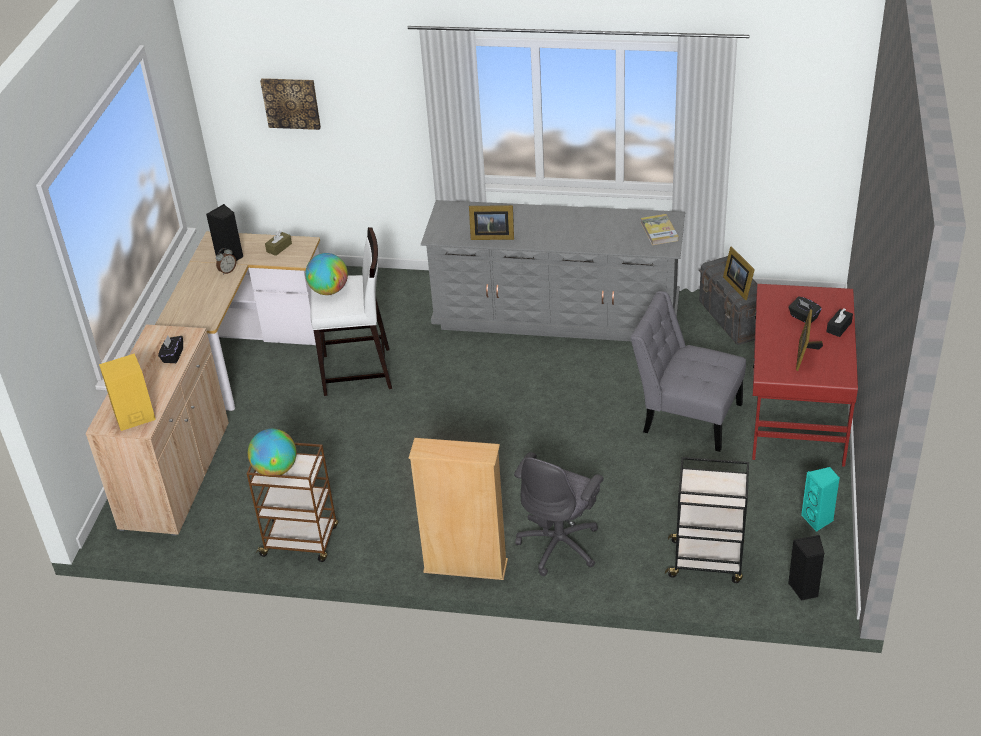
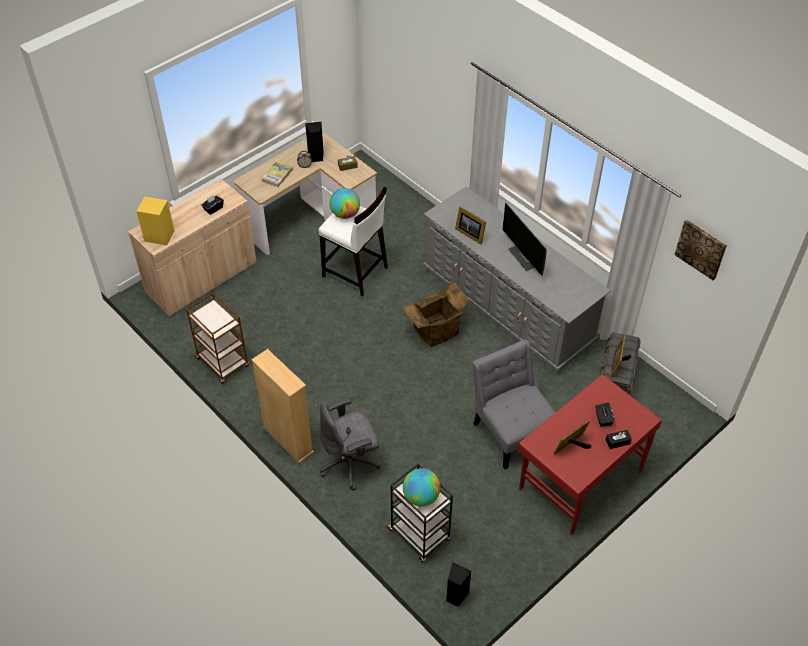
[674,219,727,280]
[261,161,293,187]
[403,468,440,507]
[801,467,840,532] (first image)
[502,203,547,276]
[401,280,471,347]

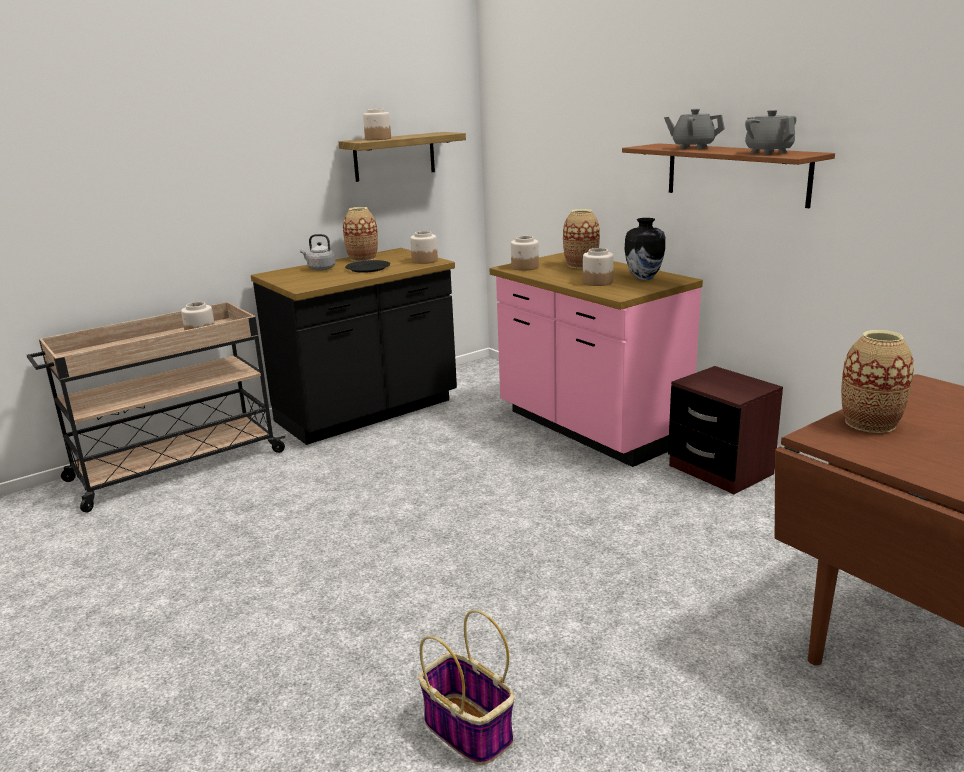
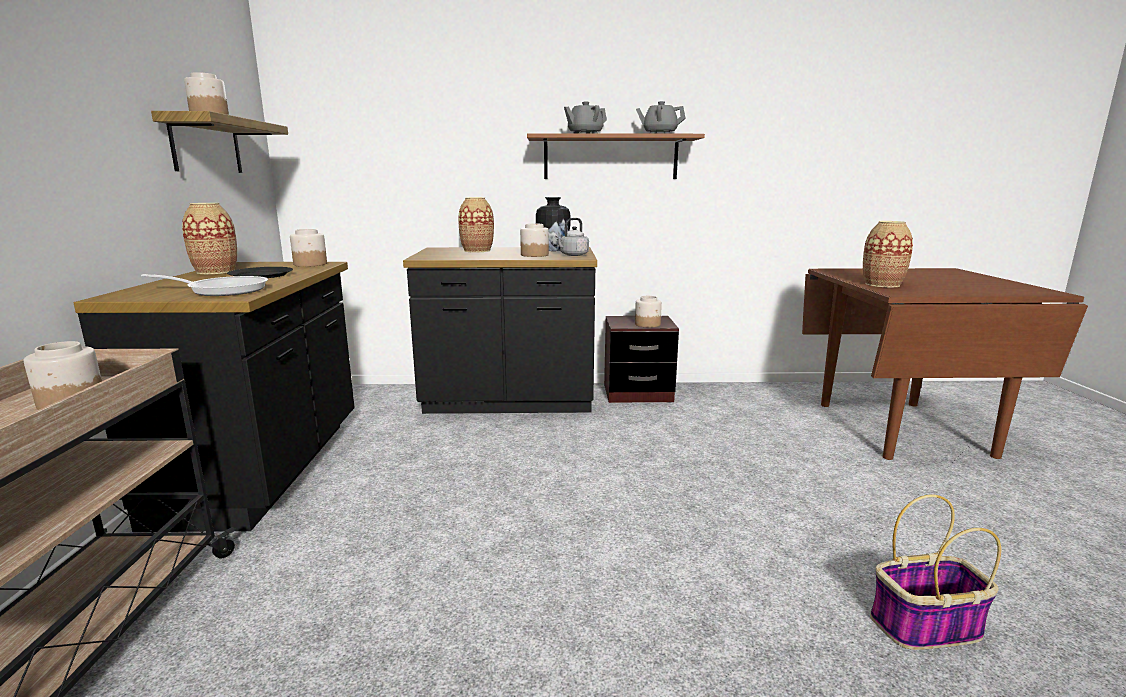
[555,218,589,256]
[635,296,662,327]
[403,247,597,414]
[141,274,268,296]

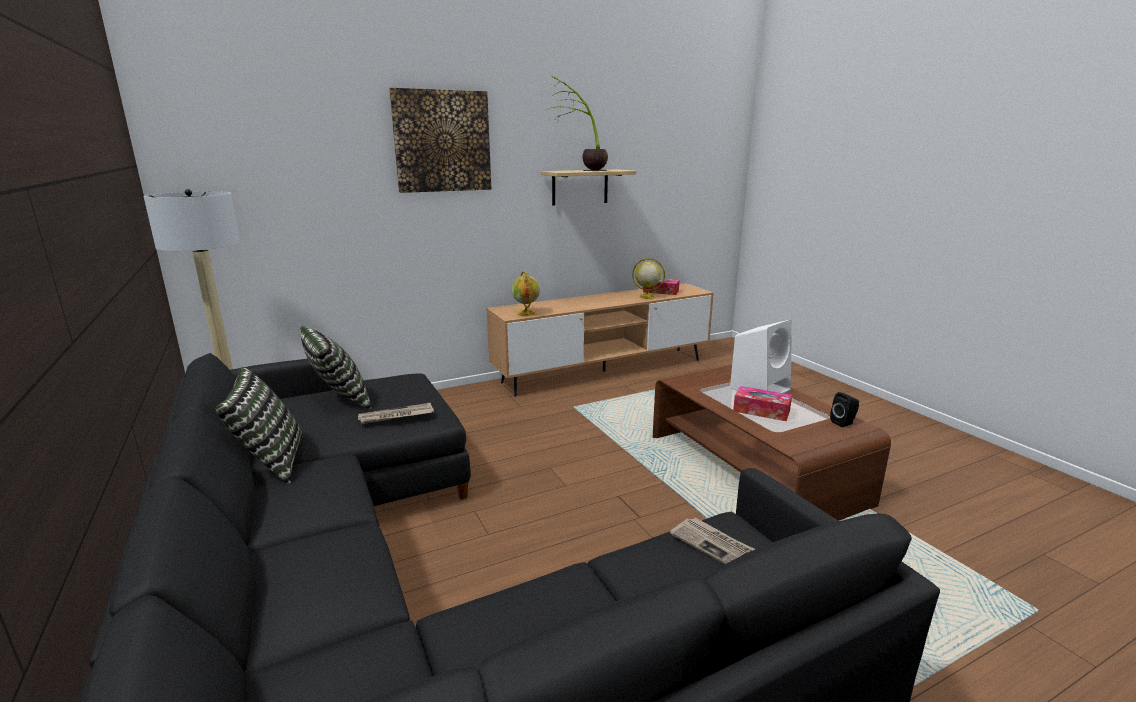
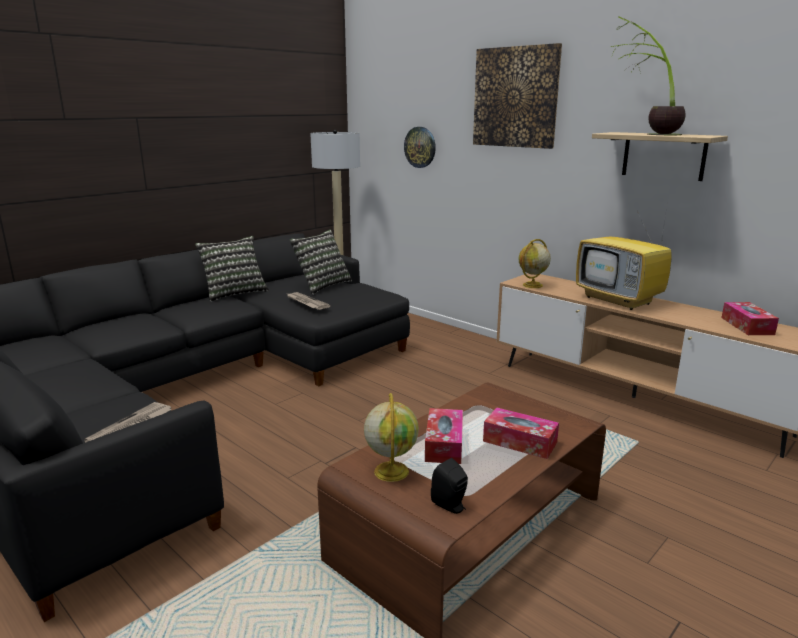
[364,393,419,482]
[483,407,559,459]
[404,127,436,168]
[576,207,672,310]

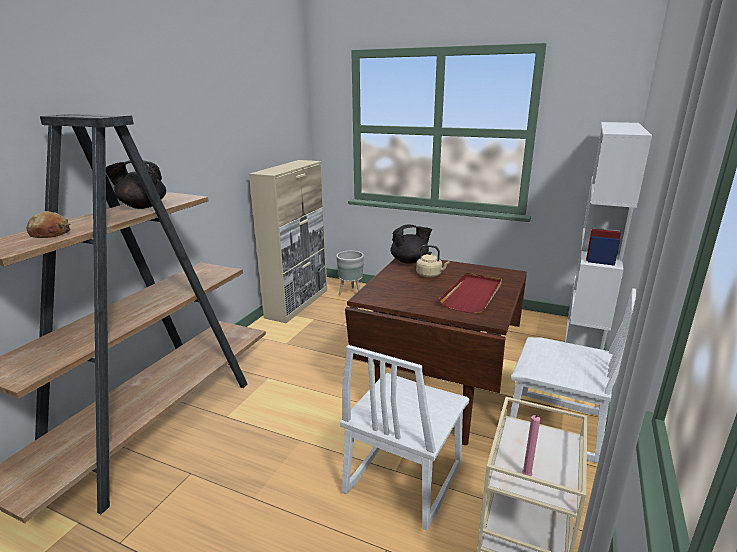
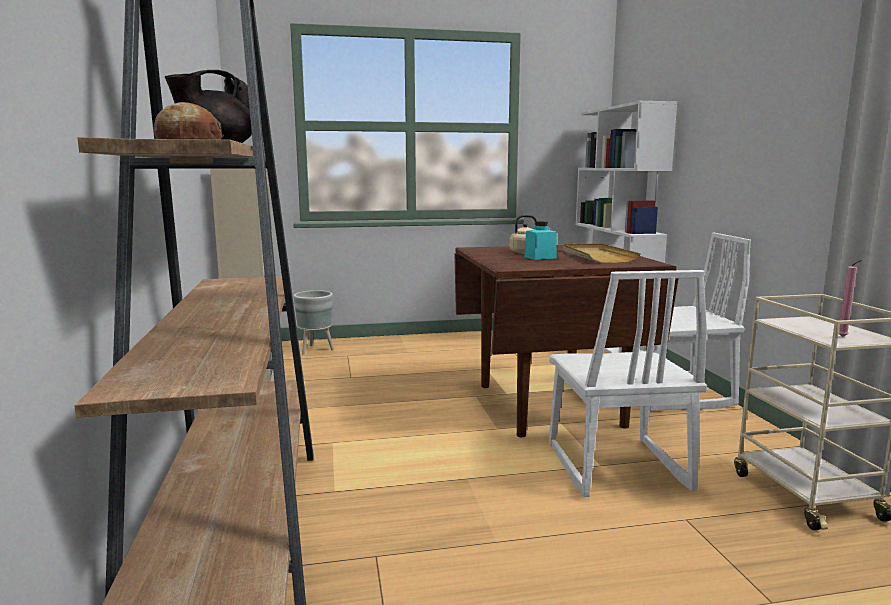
[391,224,432,264] (first image)
[563,243,641,263]
[524,221,557,260]

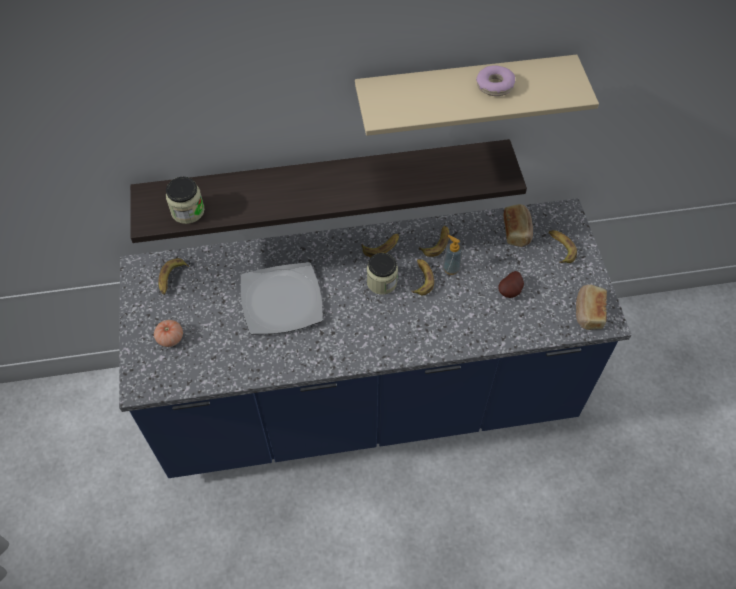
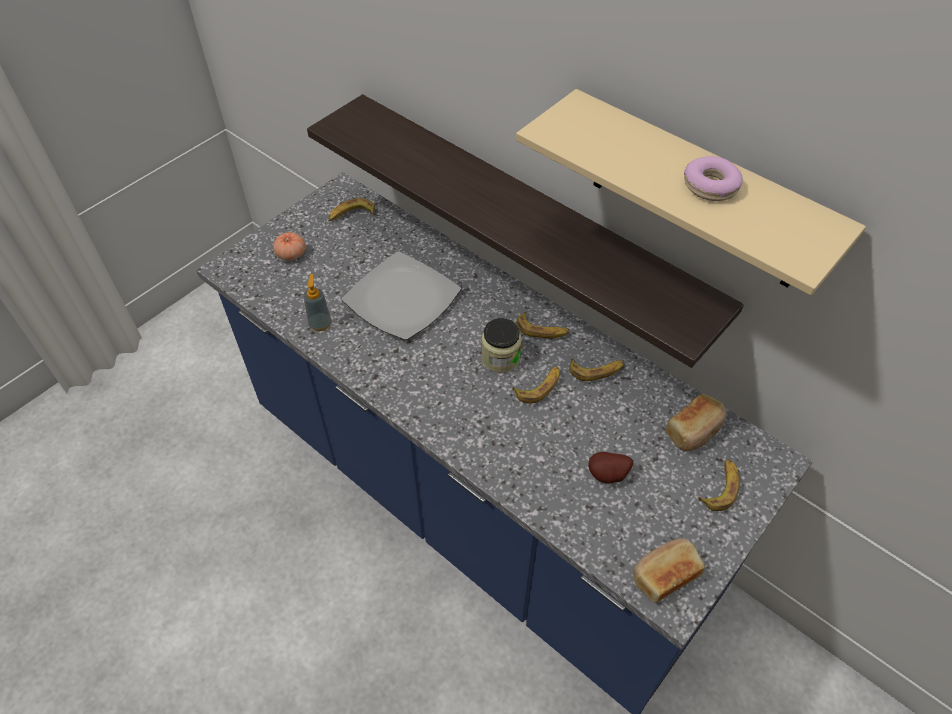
[166,177,205,224] (first image)
[303,274,331,331]

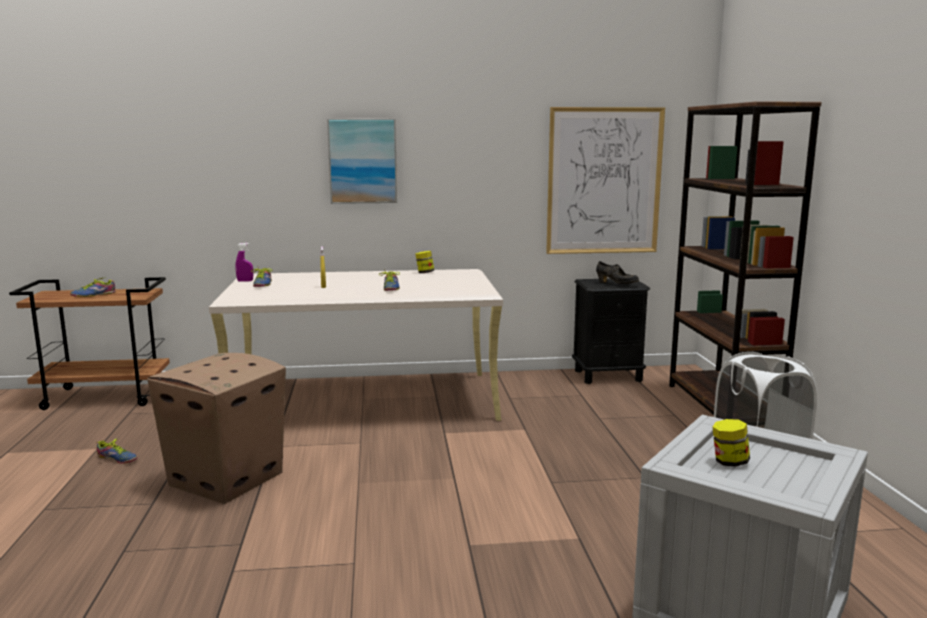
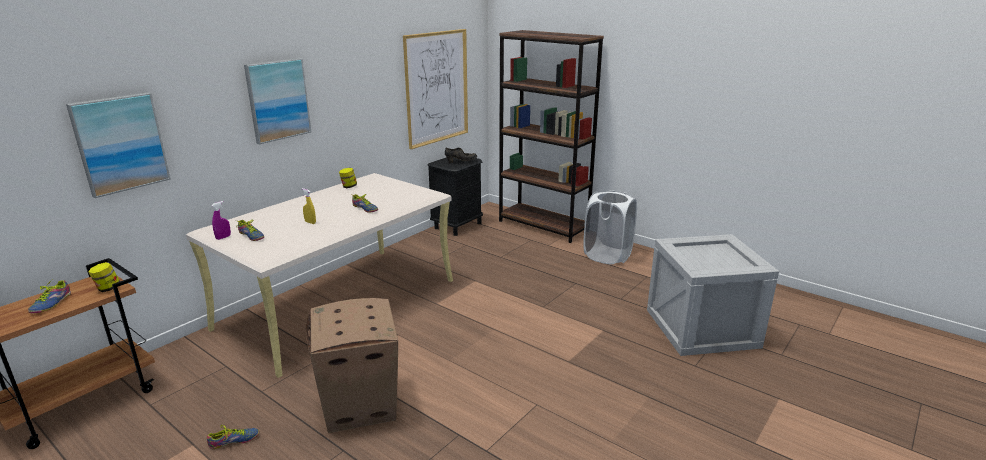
[88,262,120,292]
[66,92,171,198]

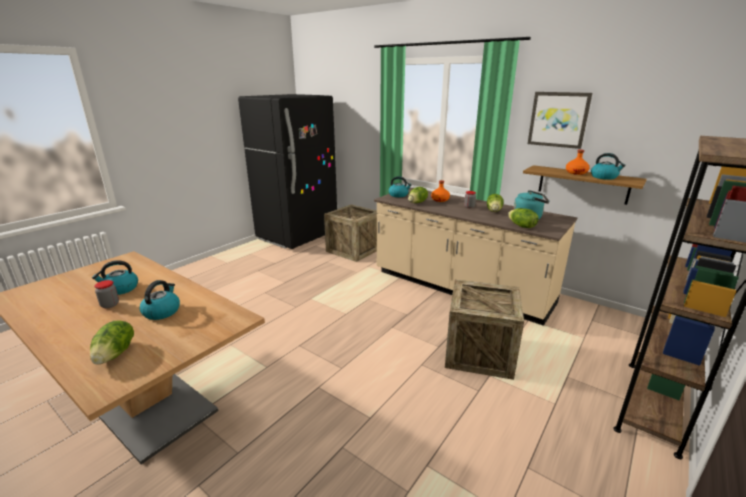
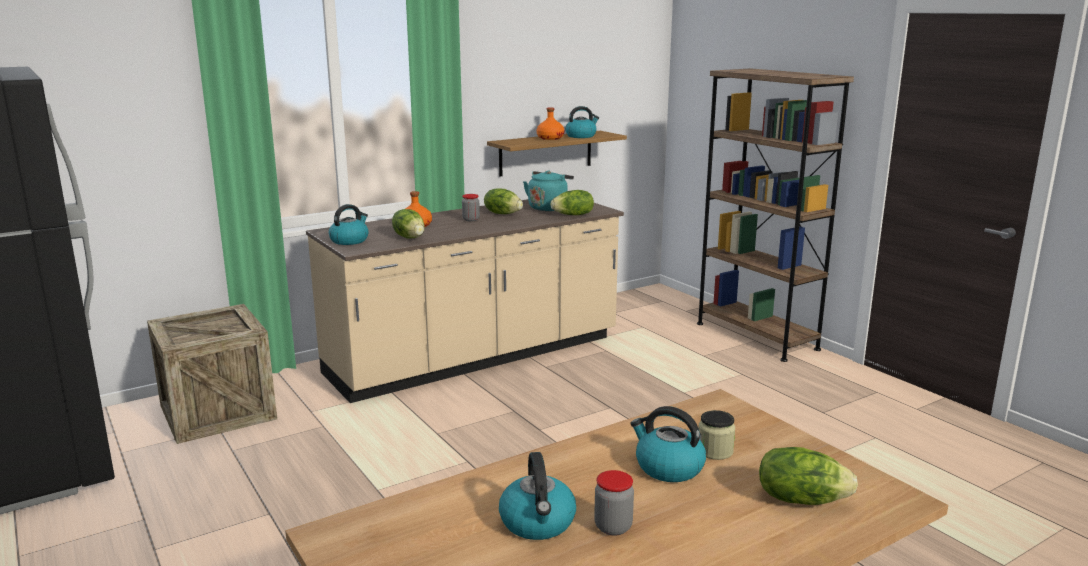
[528,92,592,149] (first image)
[445,280,524,380] (first image)
[699,410,735,460]

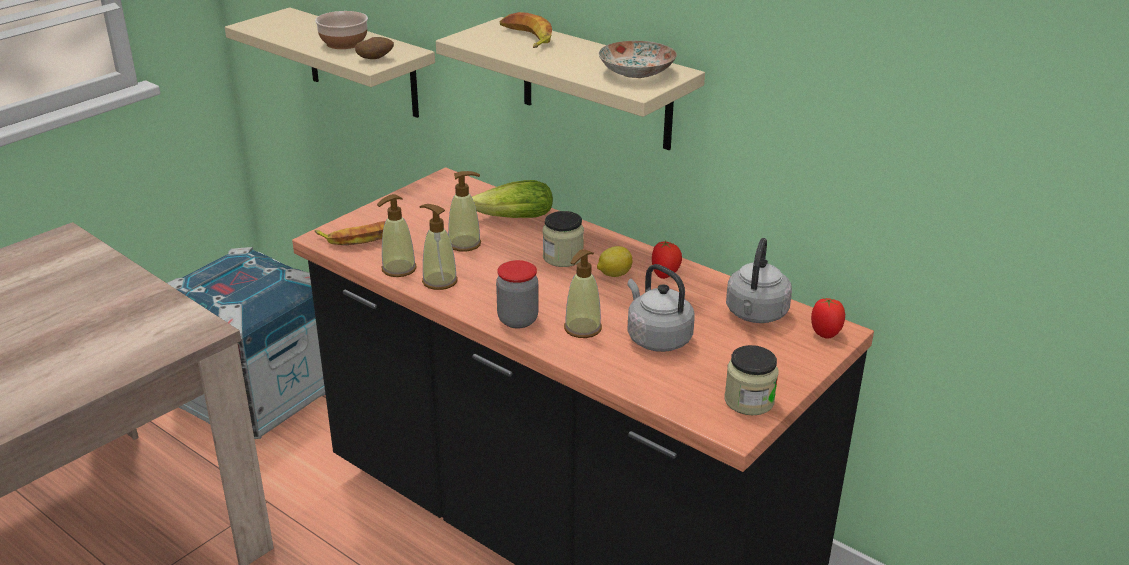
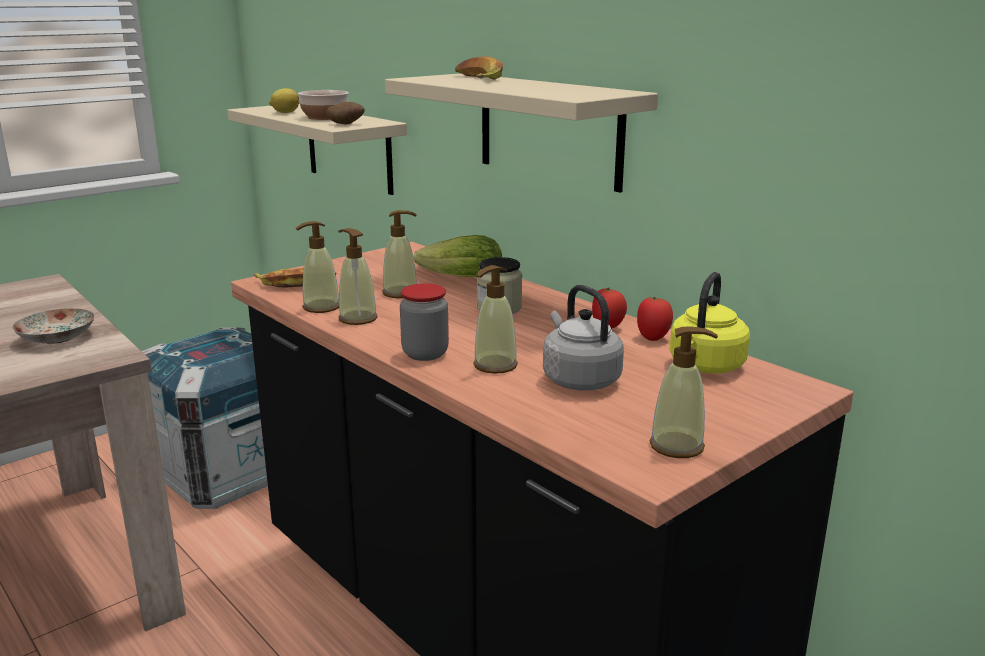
[12,308,95,344]
[670,272,750,373]
[269,88,299,113]
[637,297,673,341]
[650,326,718,458]

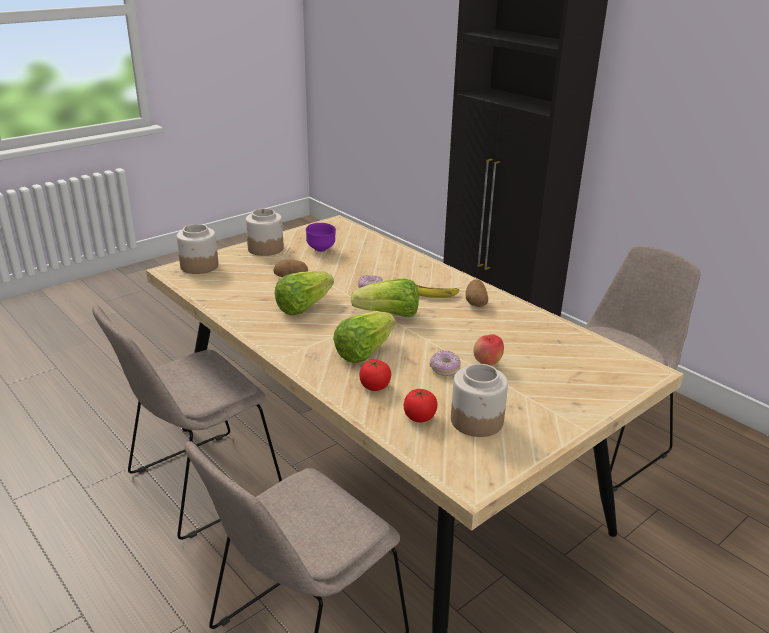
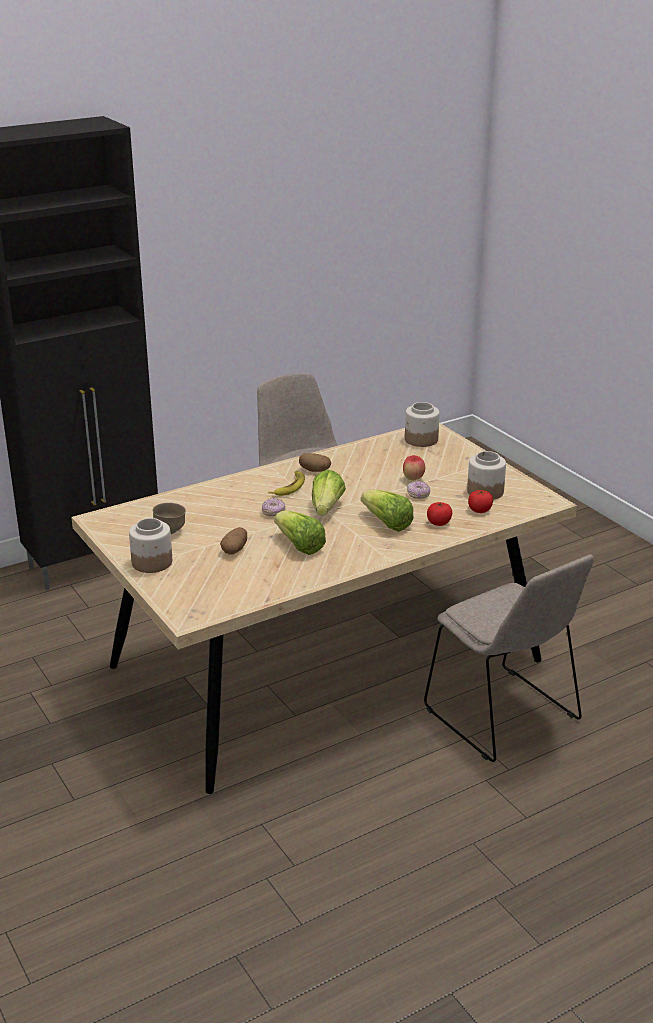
[153,503,186,534]
[405,402,440,447]
[92,305,282,540] (first image)

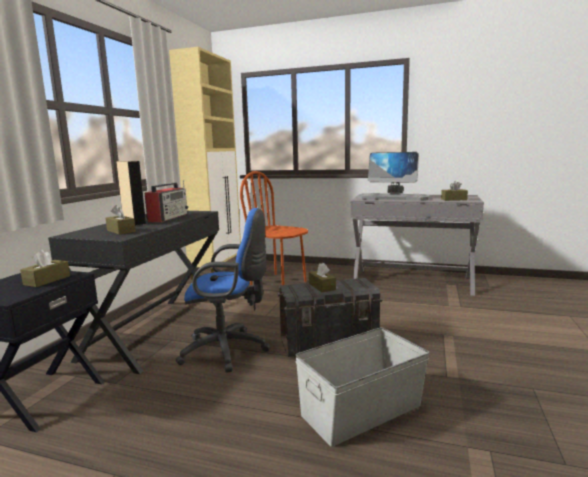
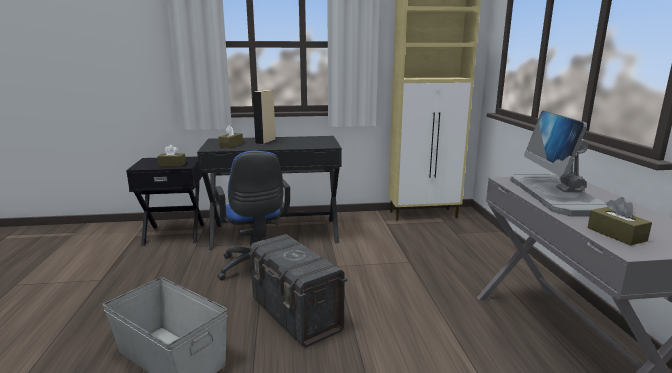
[240,171,308,285] (first image)
[145,180,188,222] (first image)
[309,263,336,292] (first image)

